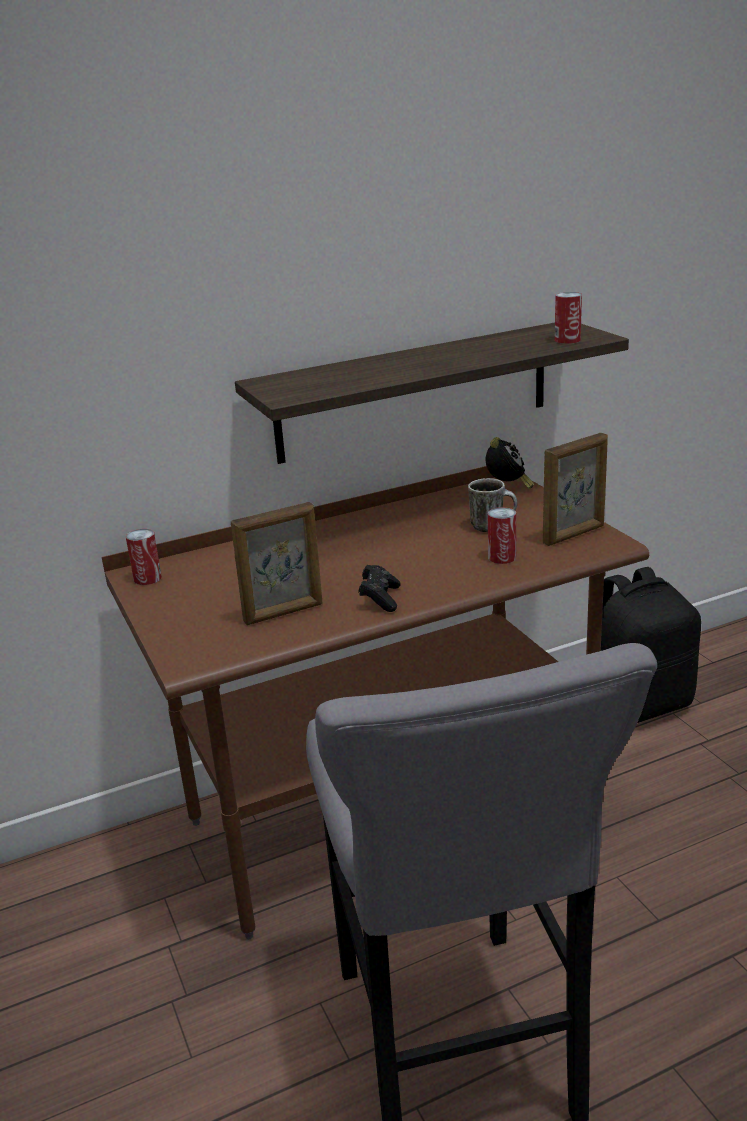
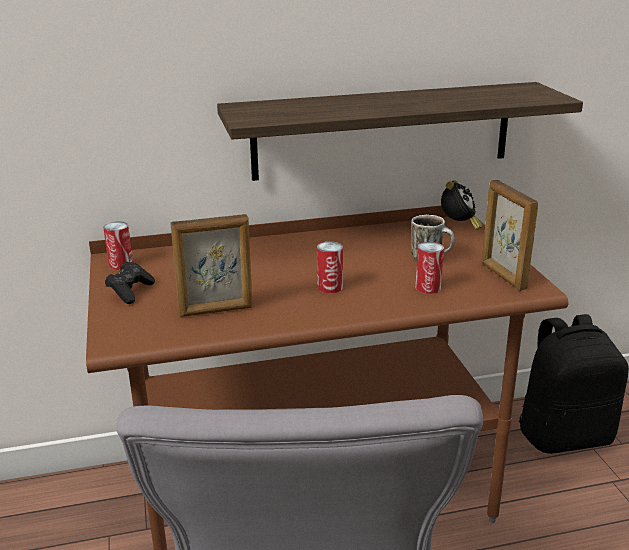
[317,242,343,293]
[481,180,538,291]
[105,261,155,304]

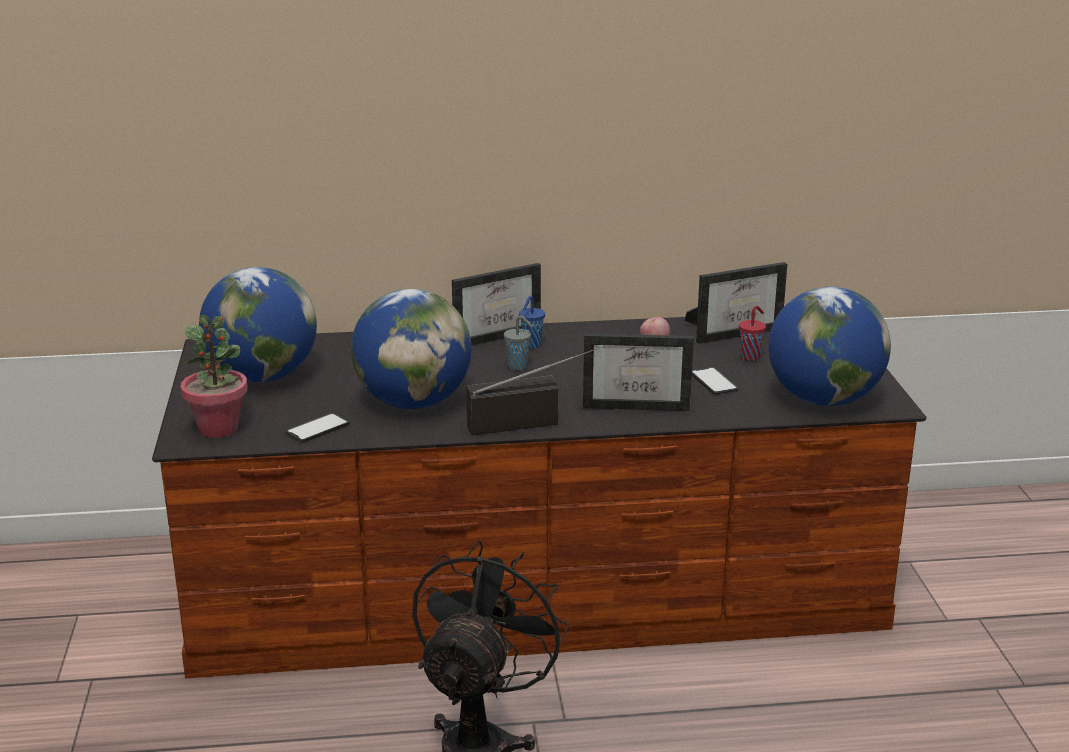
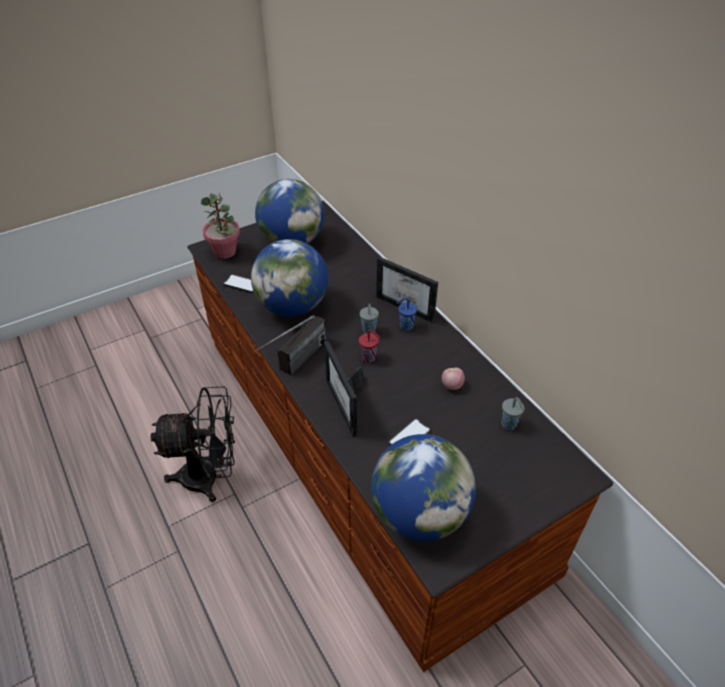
[501,397,524,430]
[359,330,380,363]
[253,315,327,375]

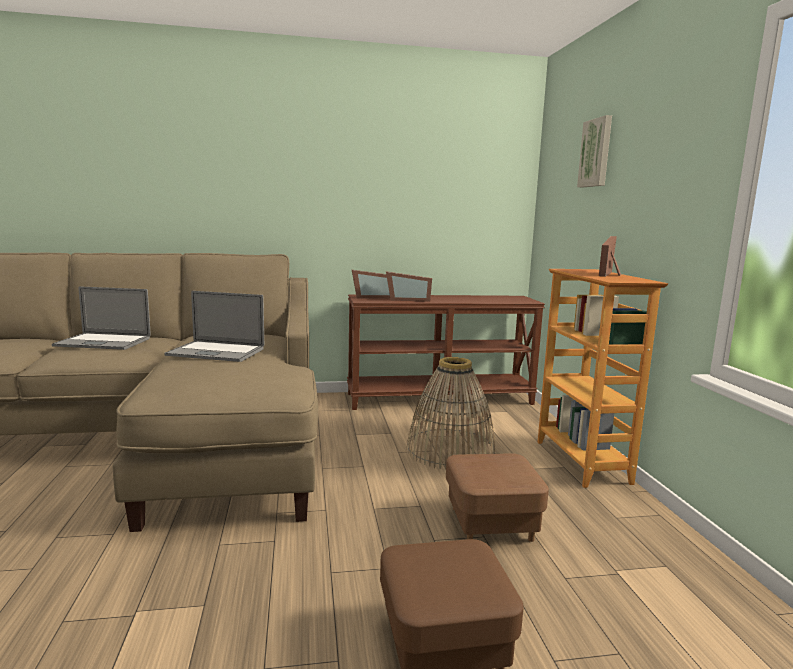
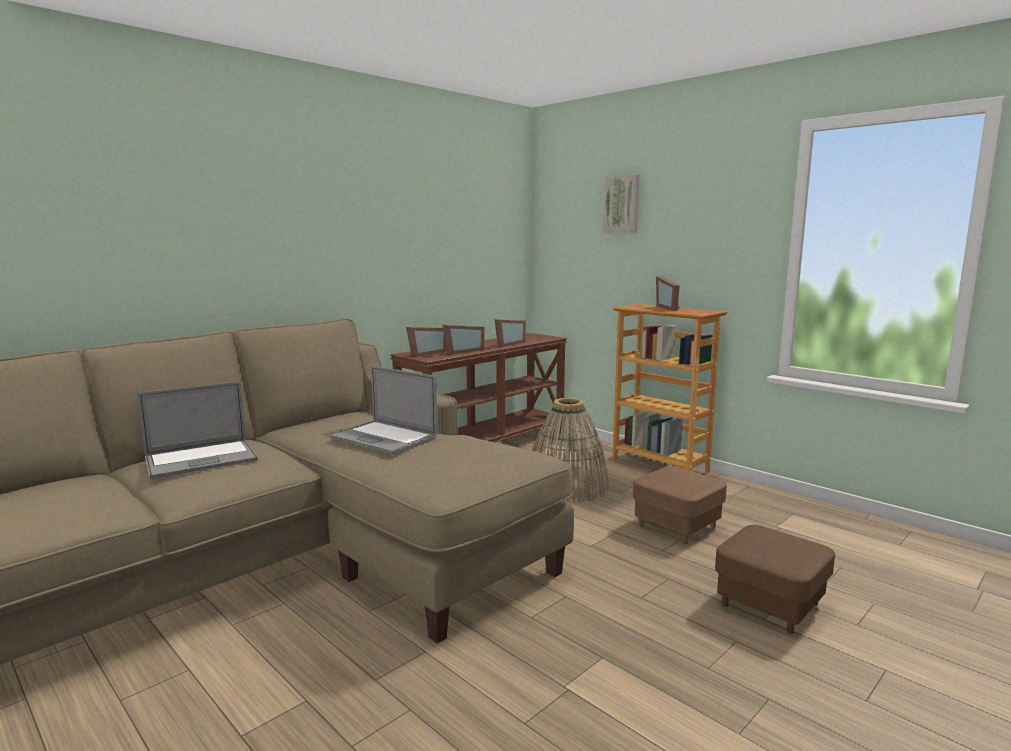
[329,366,438,455]
[494,319,526,347]

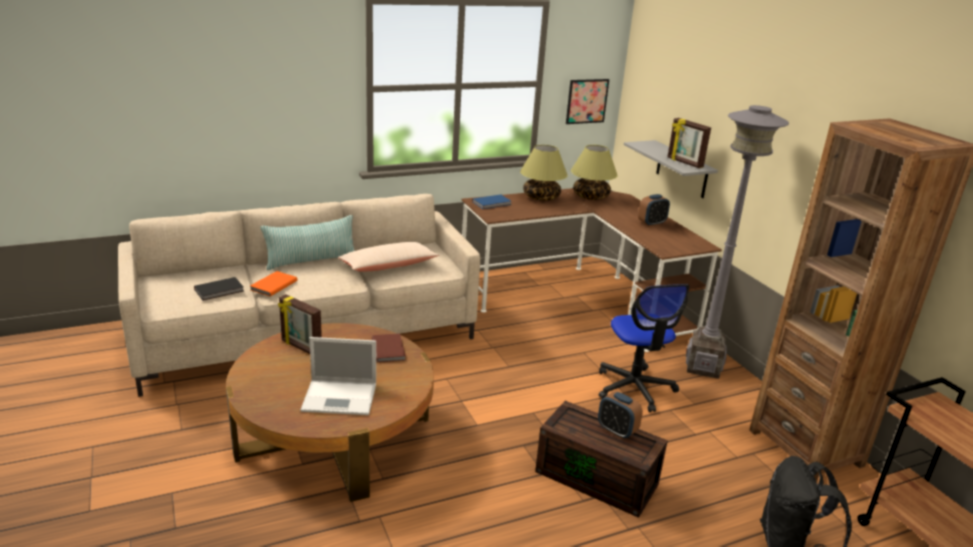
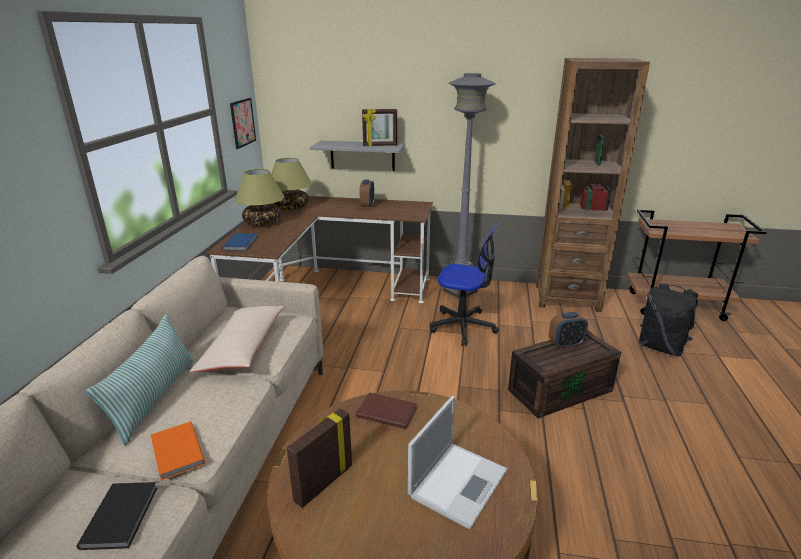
[287,408,352,508]

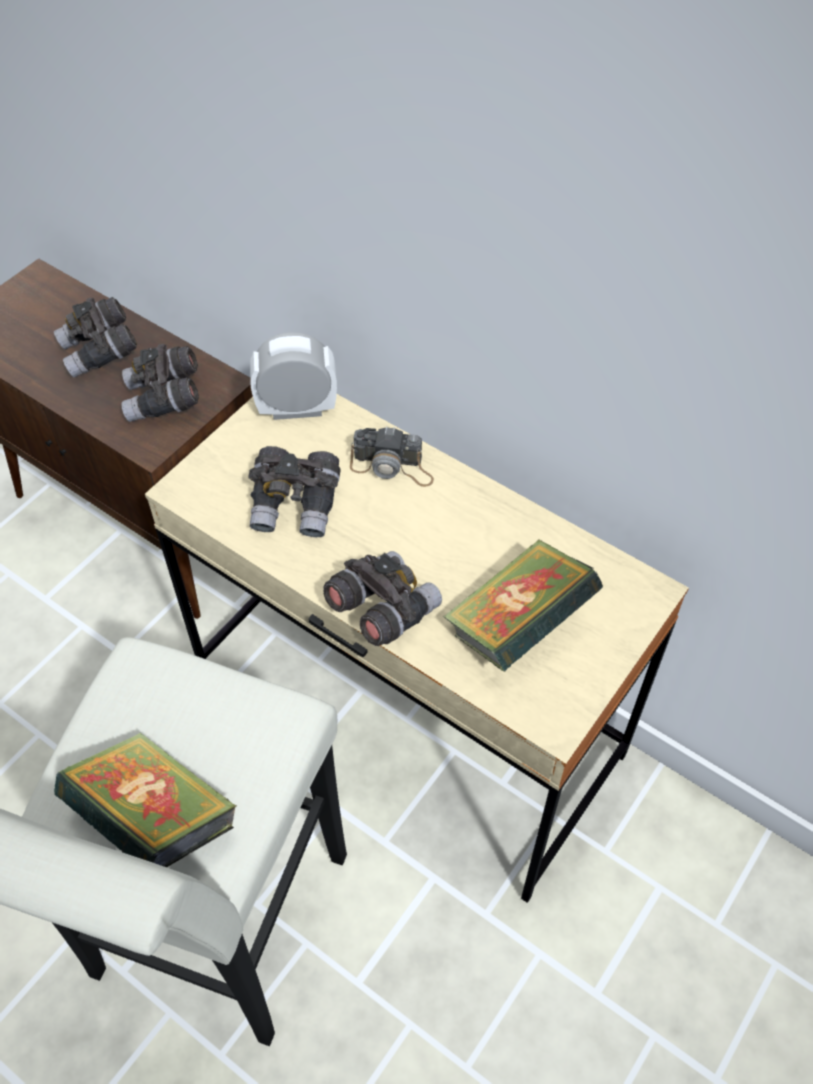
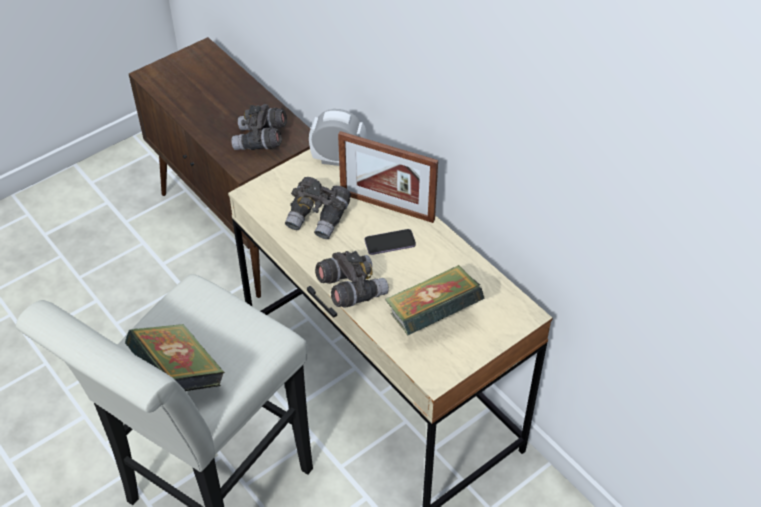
[54,297,137,377] (first image)
[338,131,438,223]
[365,229,416,255]

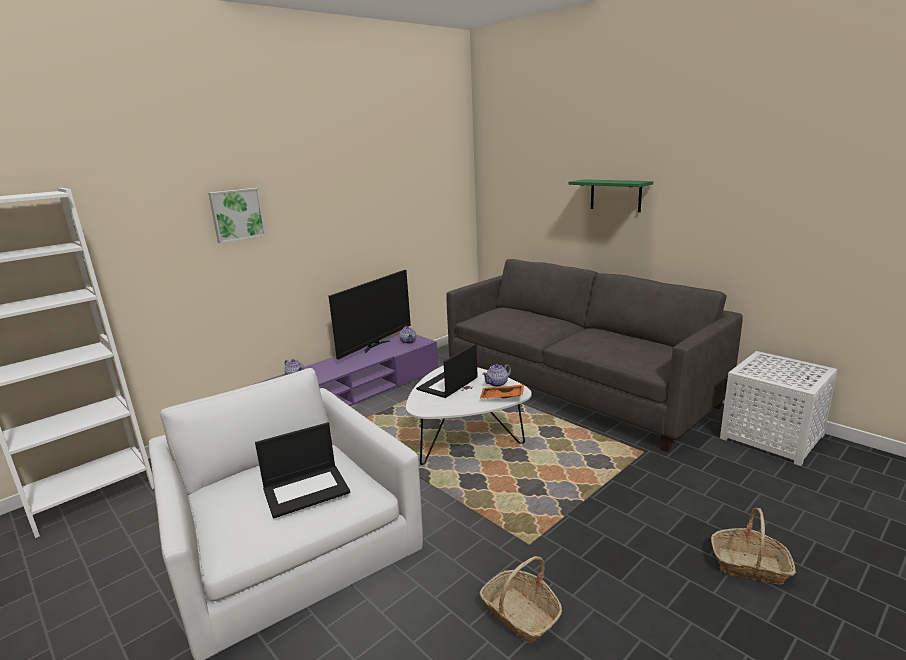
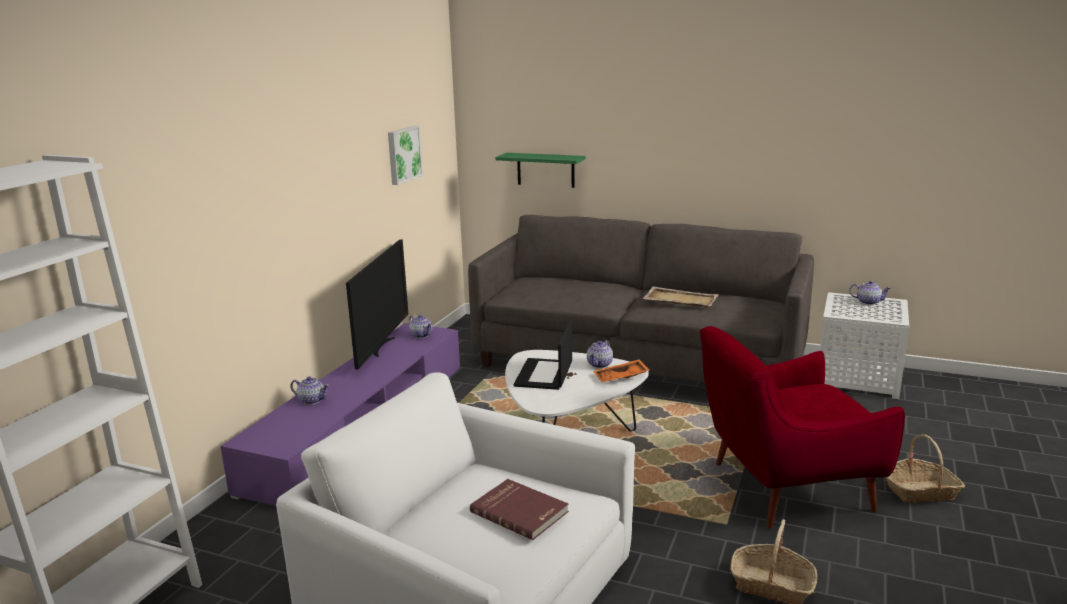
[495,153,586,188]
[388,126,423,185]
[470,479,569,540]
[849,281,891,305]
[642,287,719,307]
[700,326,905,528]

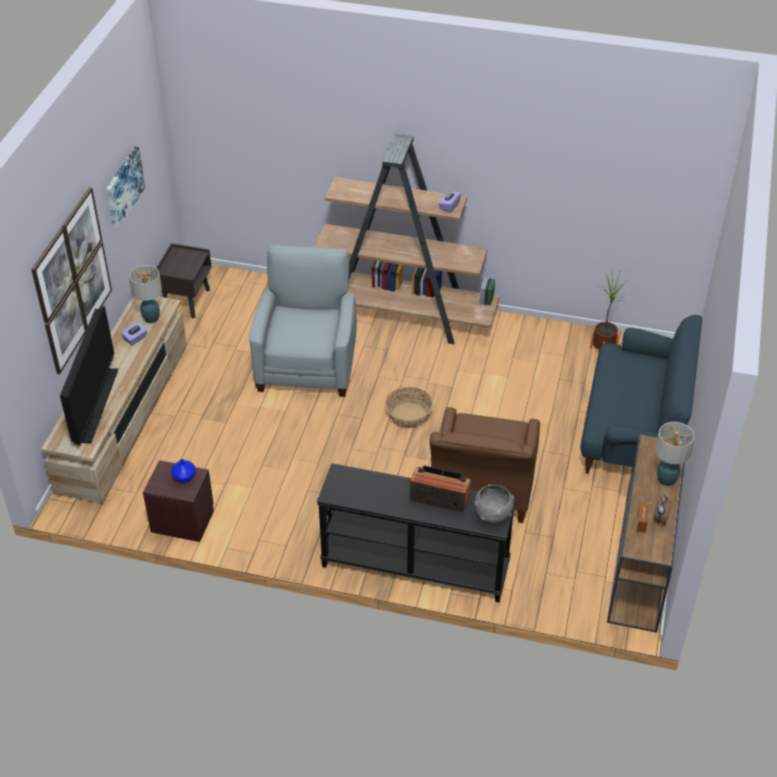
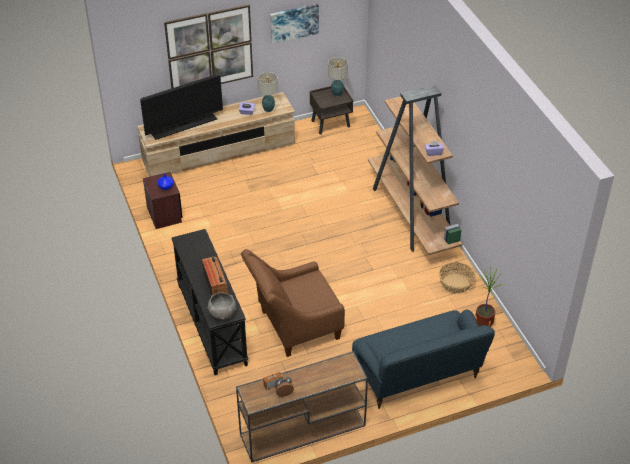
[249,245,357,397] (first image)
[439,262,475,293]
[328,57,348,97]

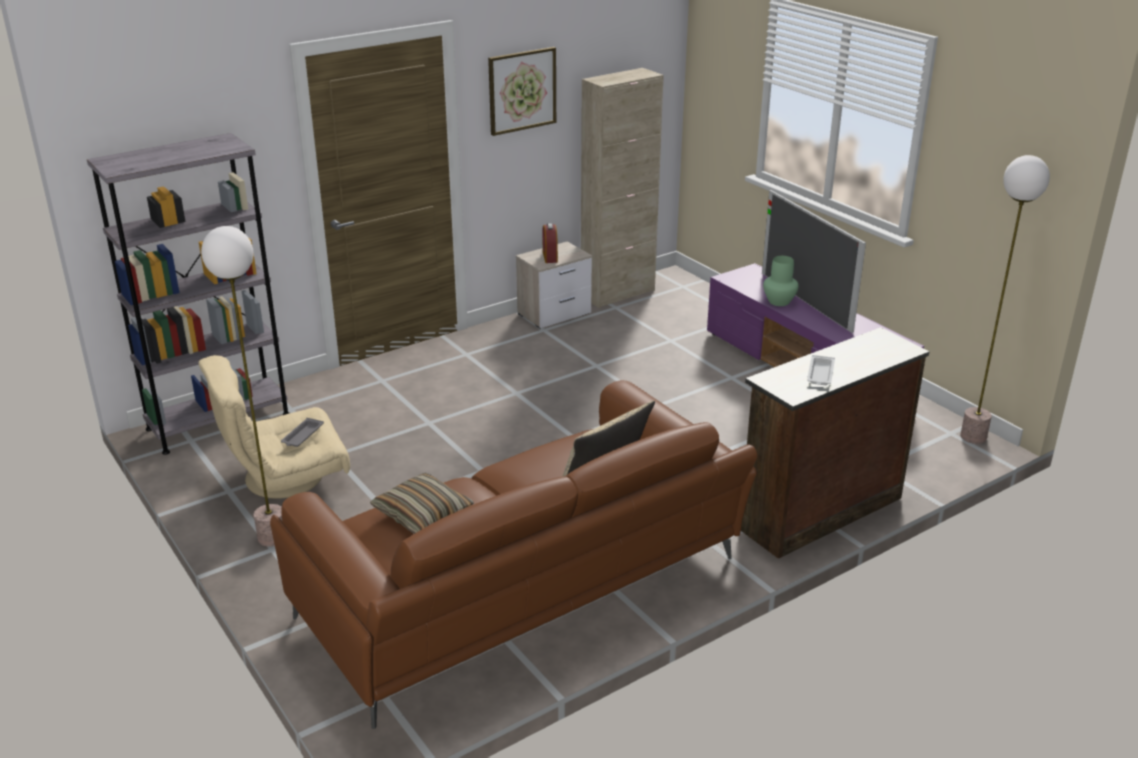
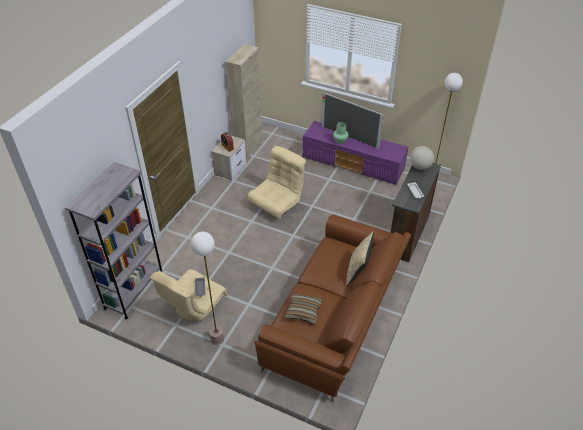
[488,47,556,136] (first image)
[247,146,306,219]
[410,146,434,170]

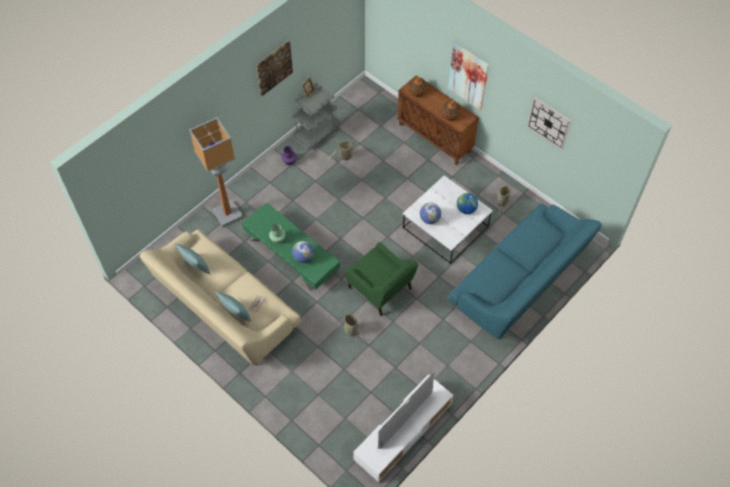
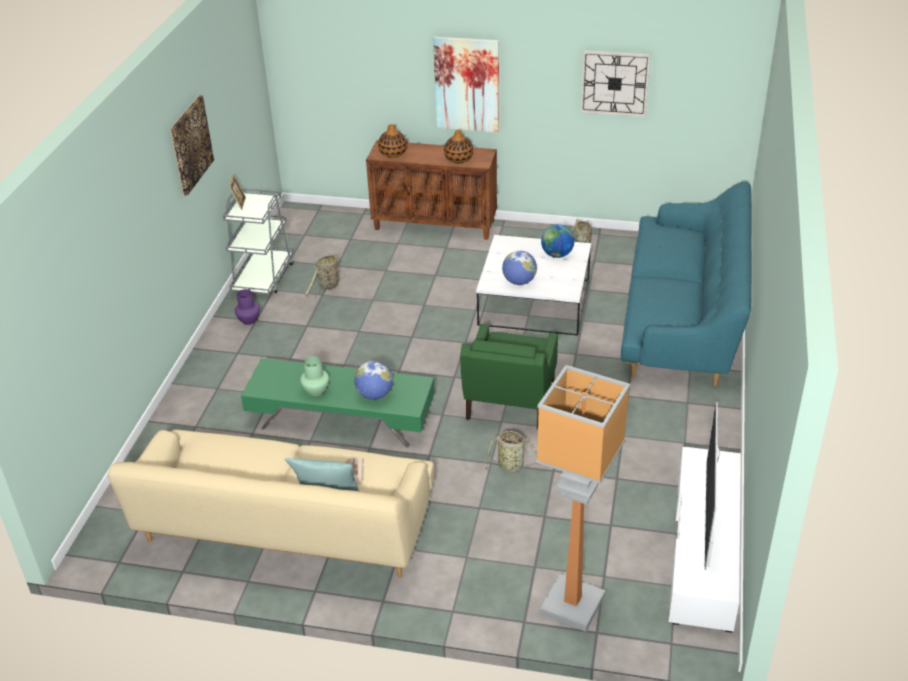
[536,365,630,632]
[460,324,558,429]
[174,243,211,274] (first image)

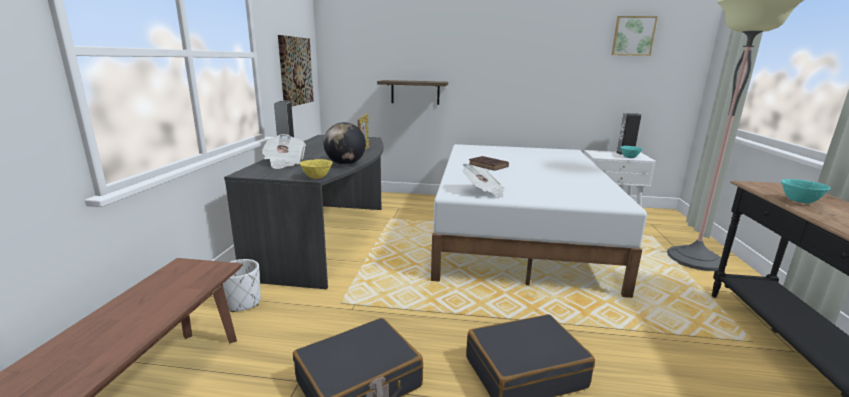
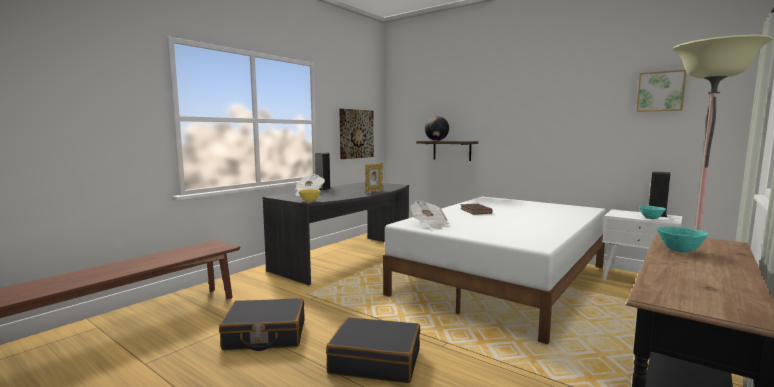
[425,116,449,141]
[223,259,261,312] (first image)

